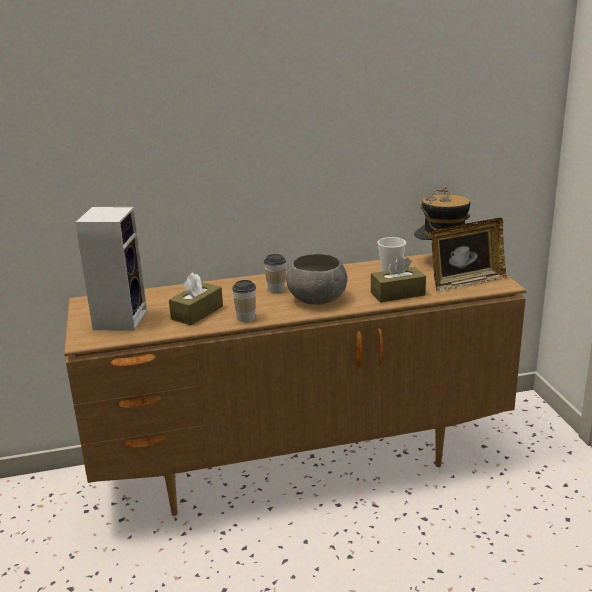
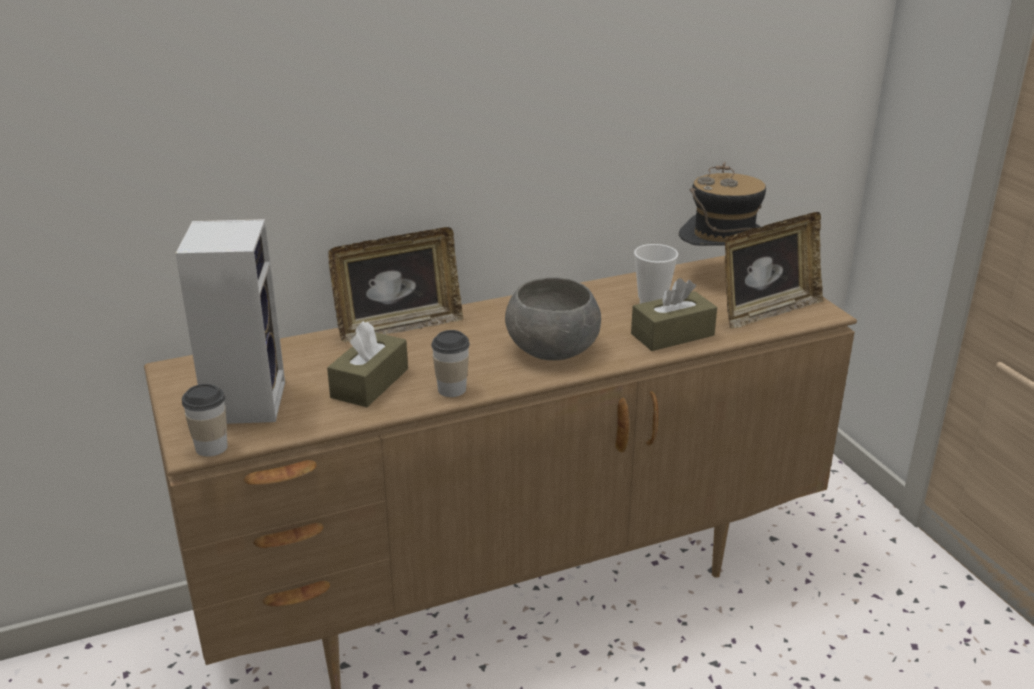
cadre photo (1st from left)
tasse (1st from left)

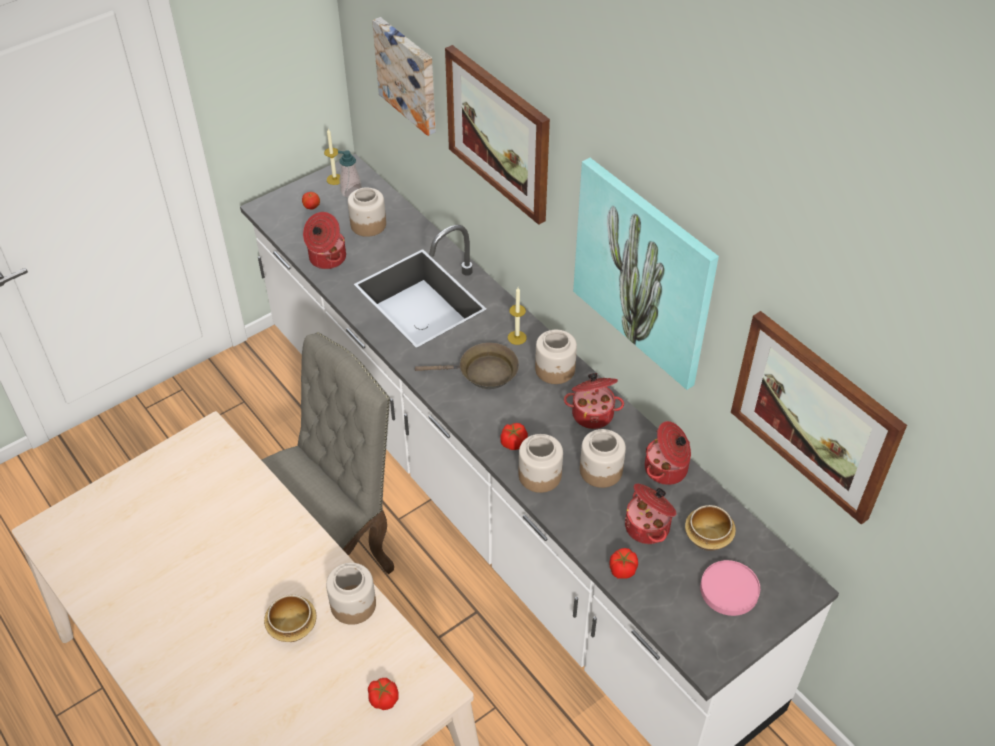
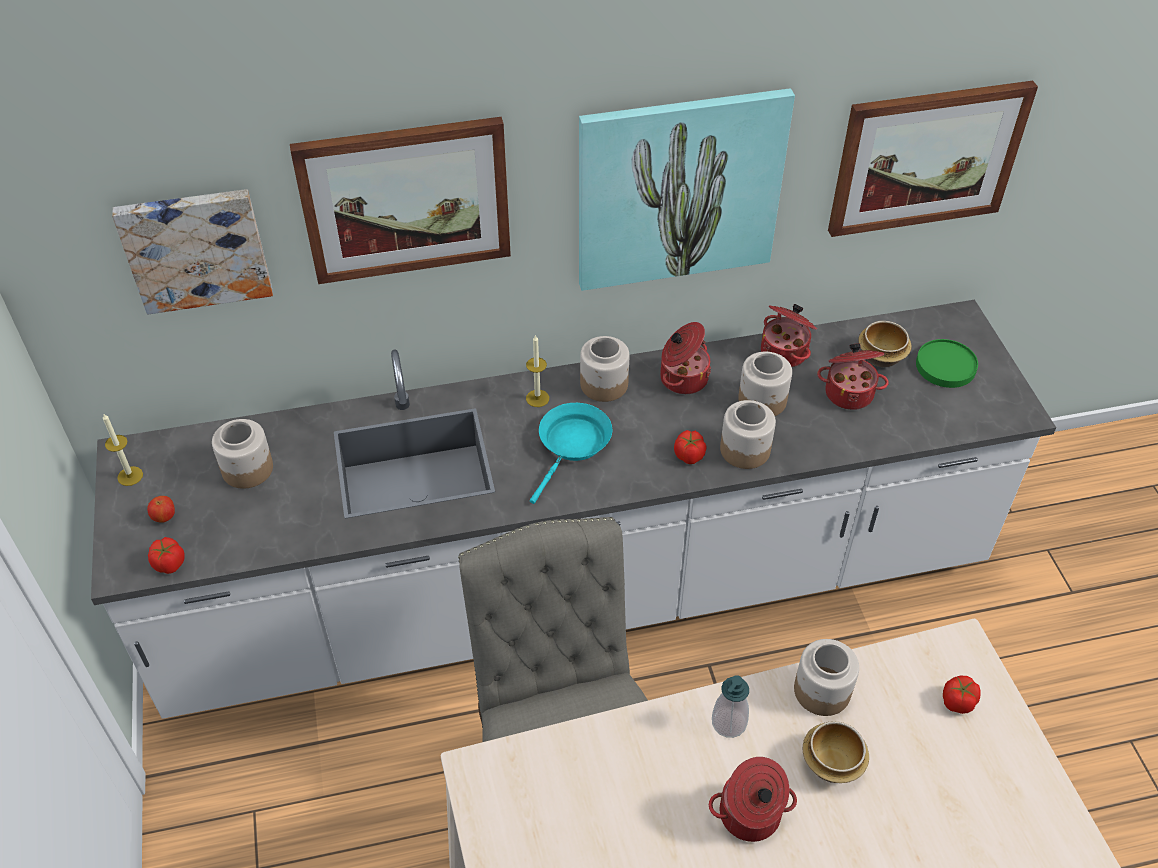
marmite (2nd from left)
distributeur de savon
tomate (1st from left)
poêle [turquoise]
assiette [vert]

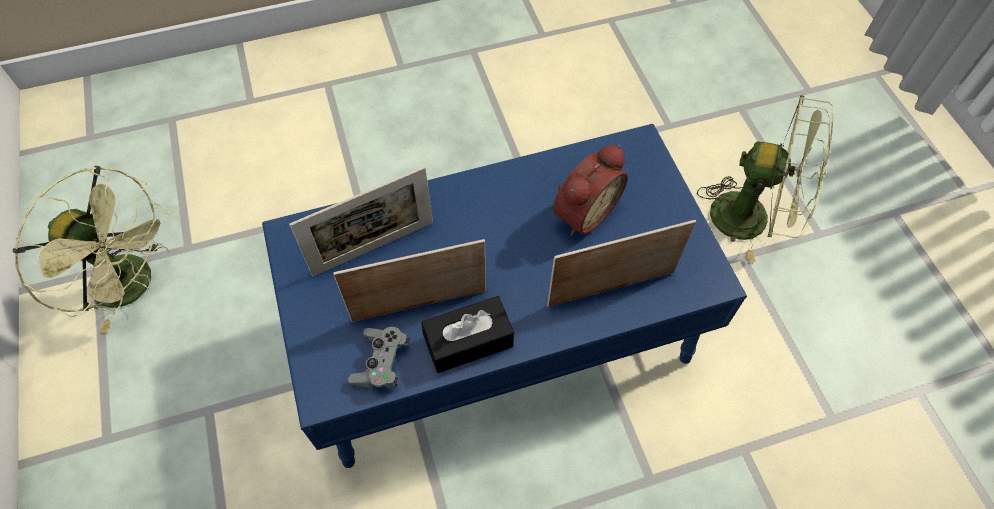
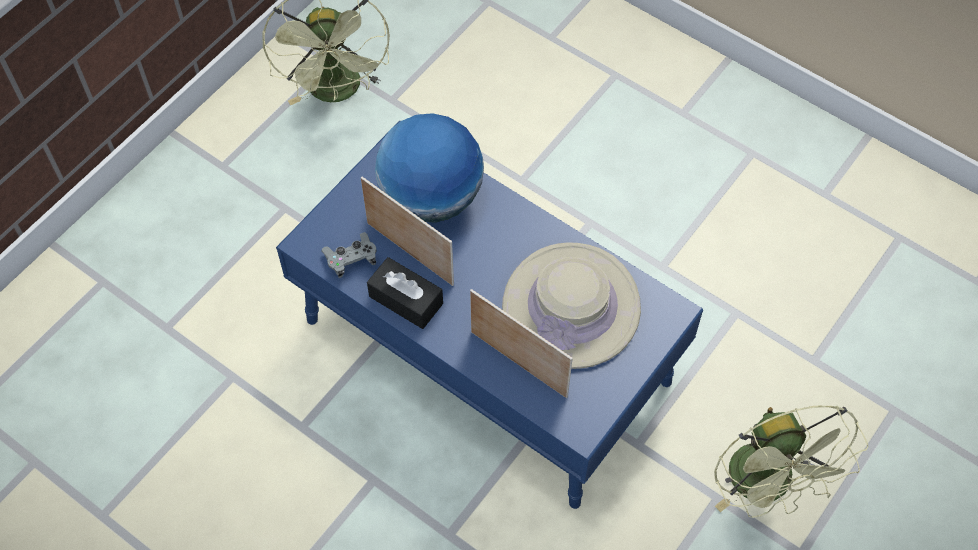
globe
chapeau [beige]

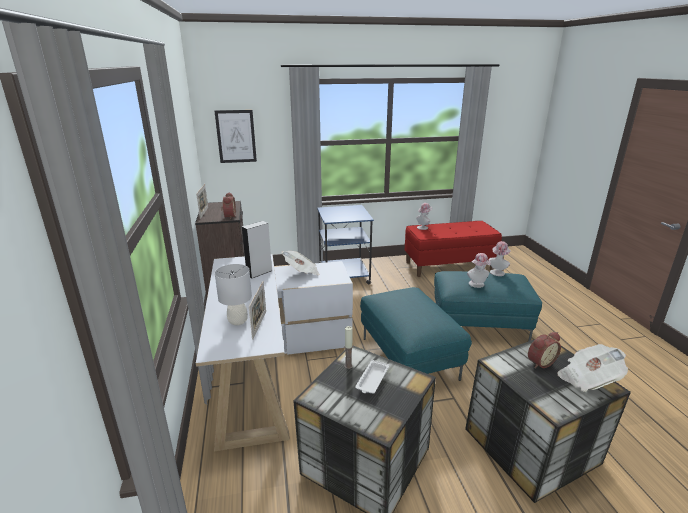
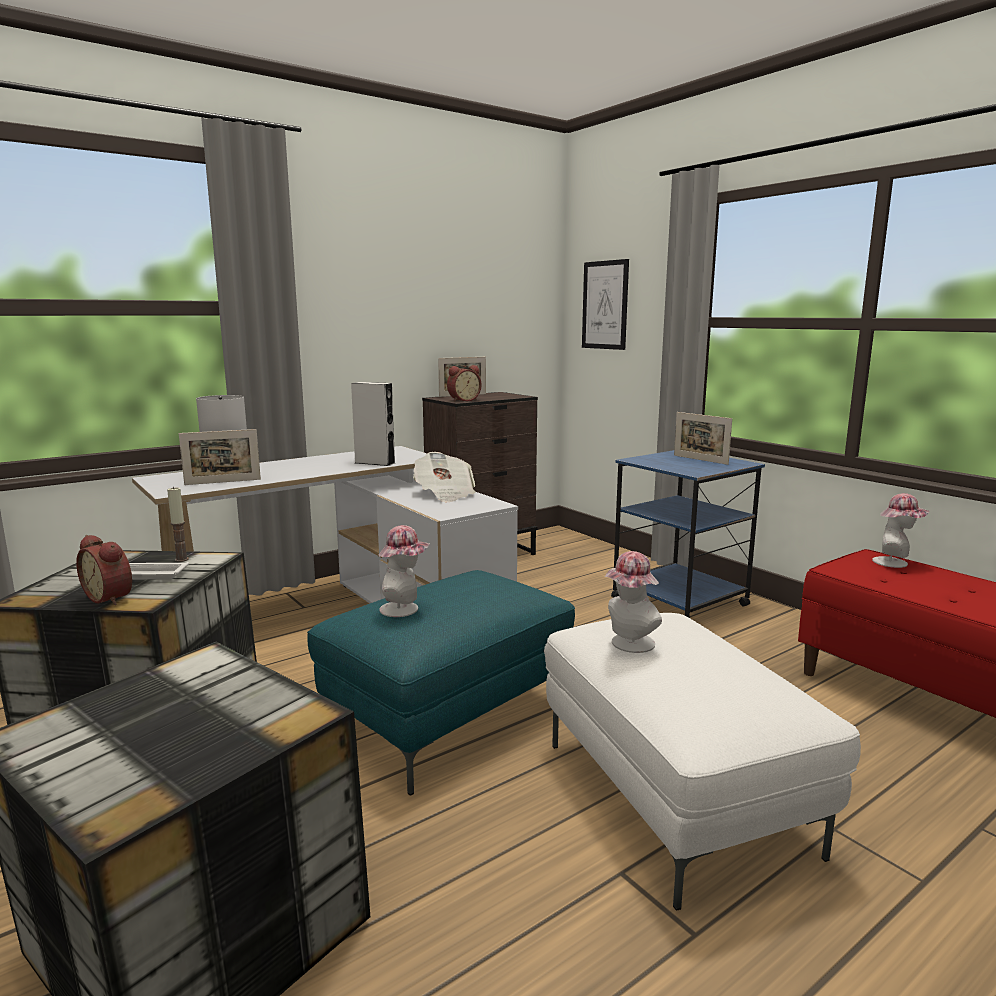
journal (2nd from left in the first image)
cadre photo (3rd from left)
chapeau (1st from left)
réveil (1st from left)
pouf [blanc]

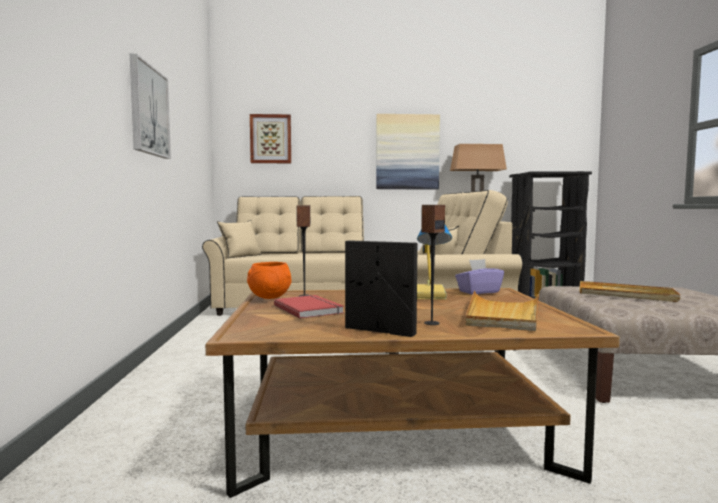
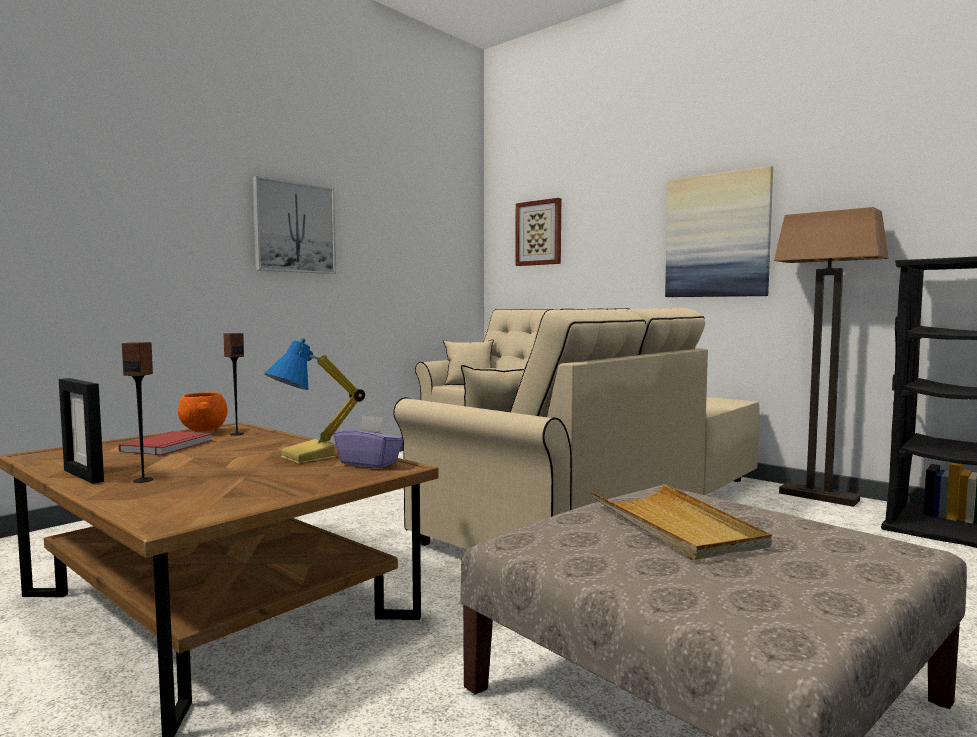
plateau [beige] (1st from left in the first image)
cadre photo

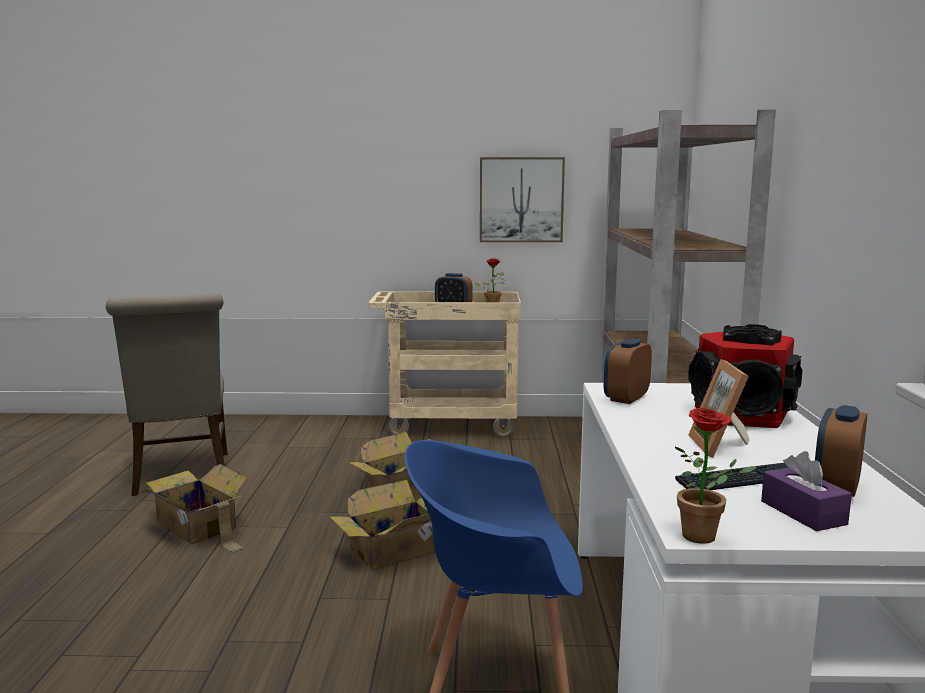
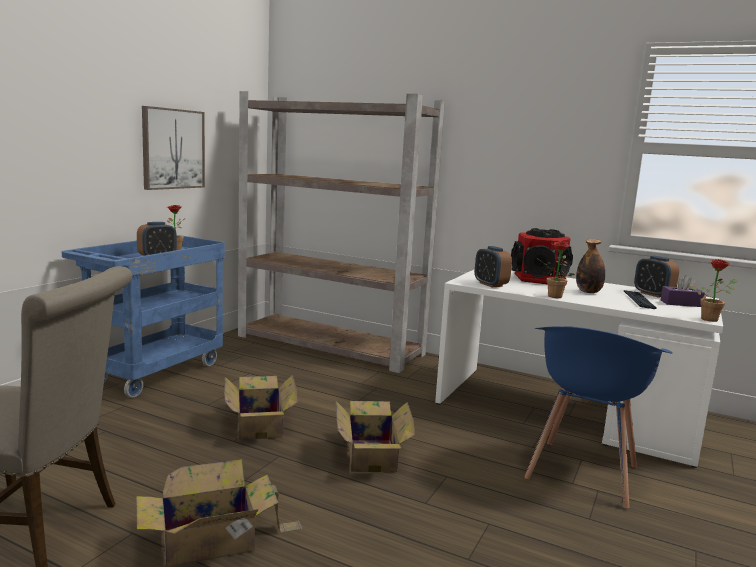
plante en pot (2nd from left)
bouteille
chariot [bleu]

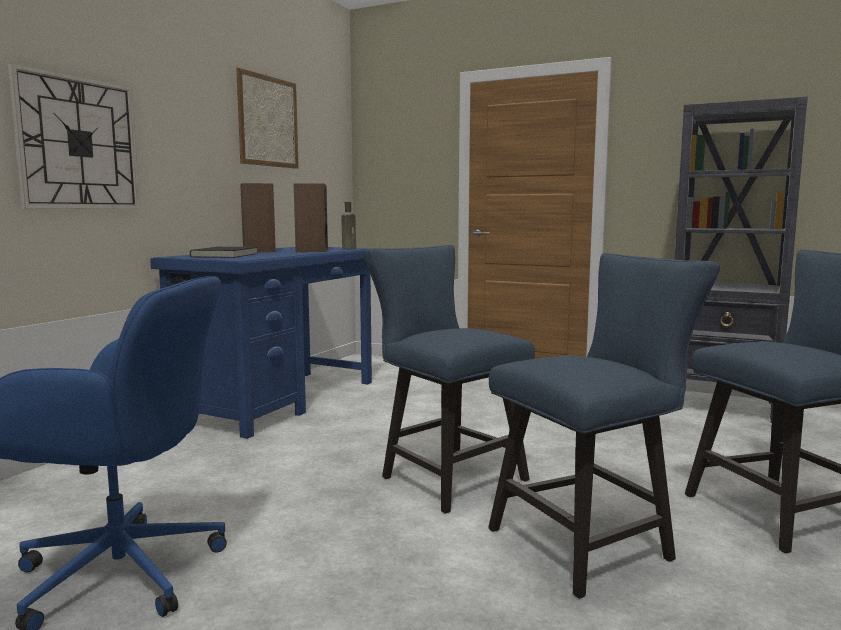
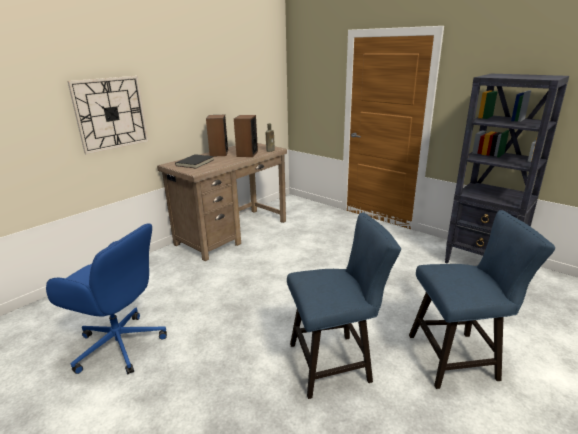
tableau
chaise [bleu] (1st from left in the first image)
bureau [marron]

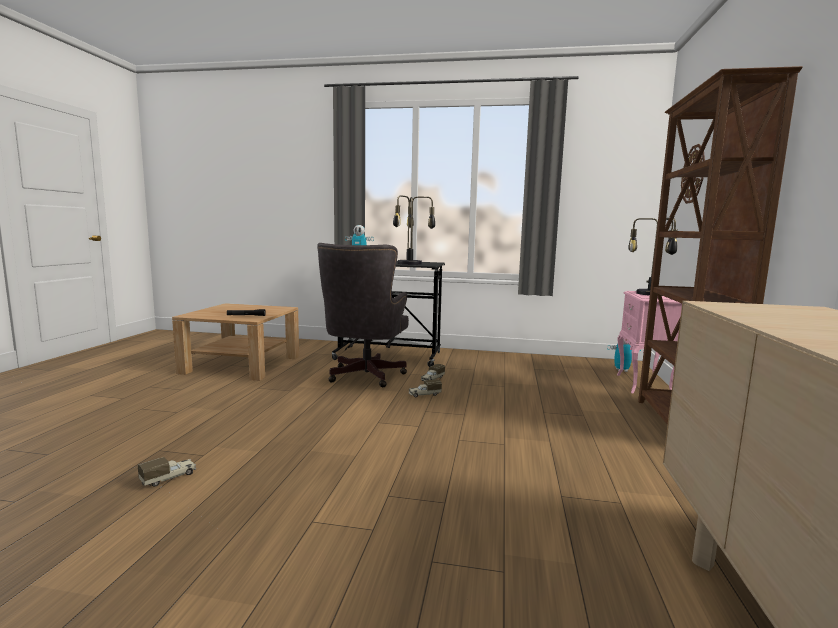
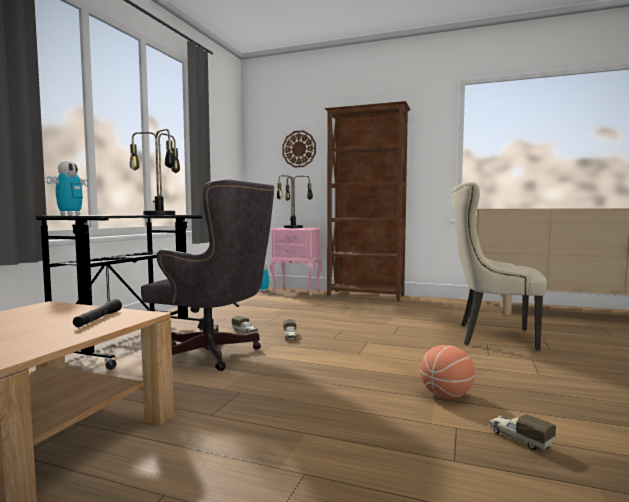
ballon de basket
chaise [beige]

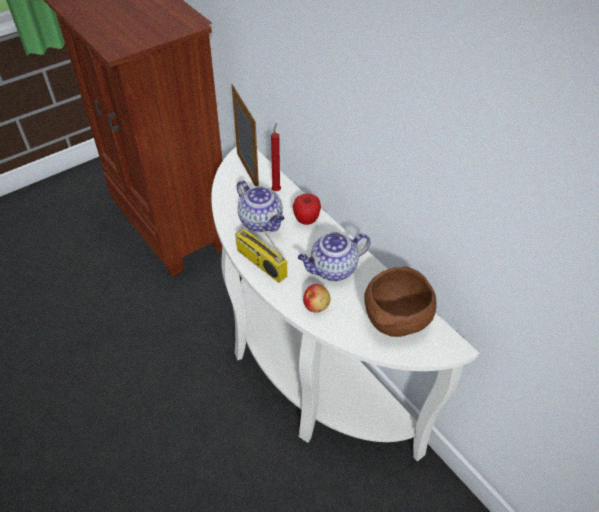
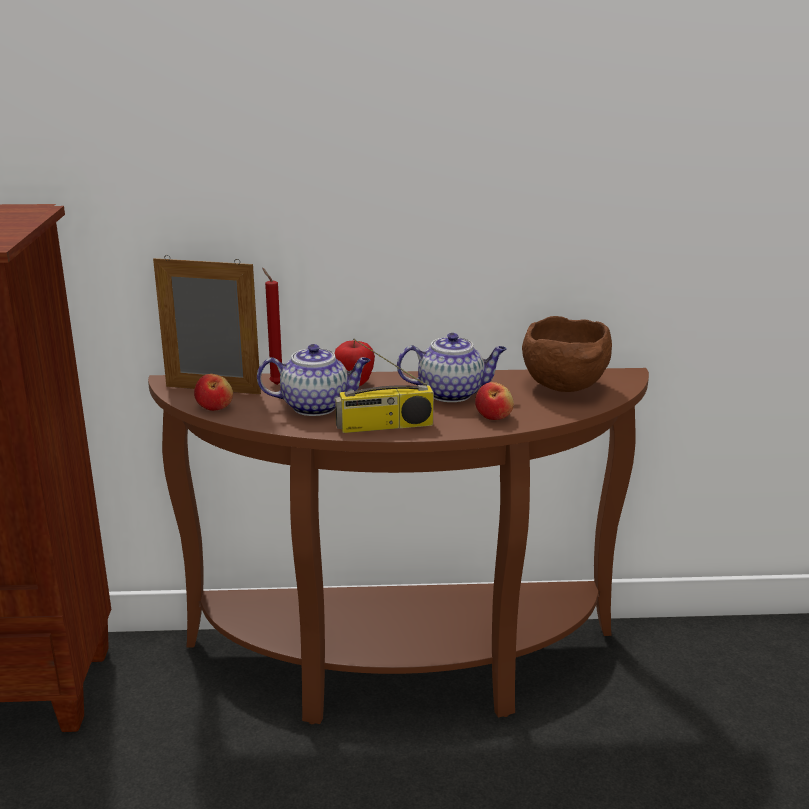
pomme (1st from left)
table console [marron]
théière (2nd from left)

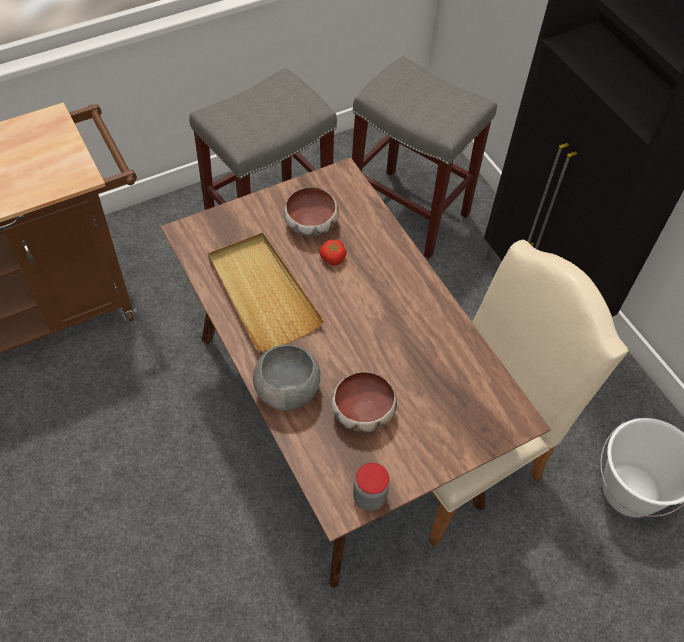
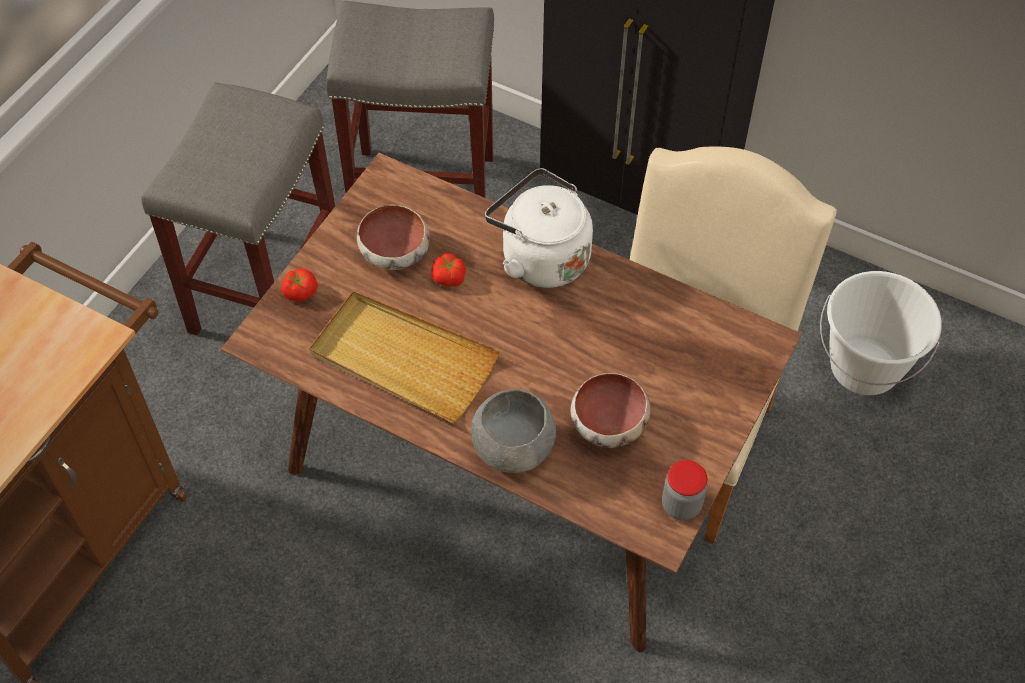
tomate (1st from left)
bouilloire [blanc]

